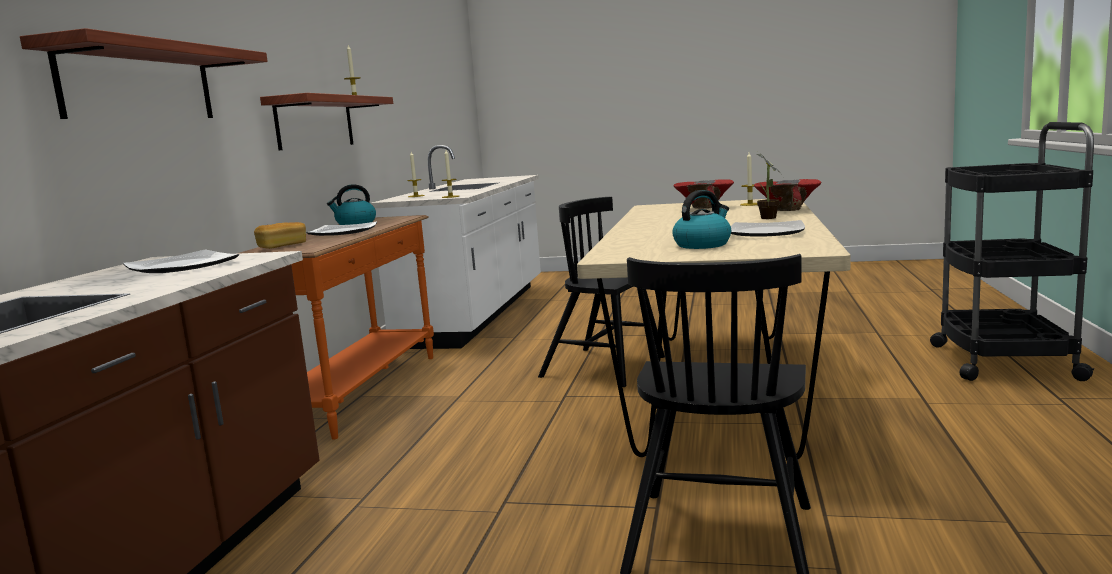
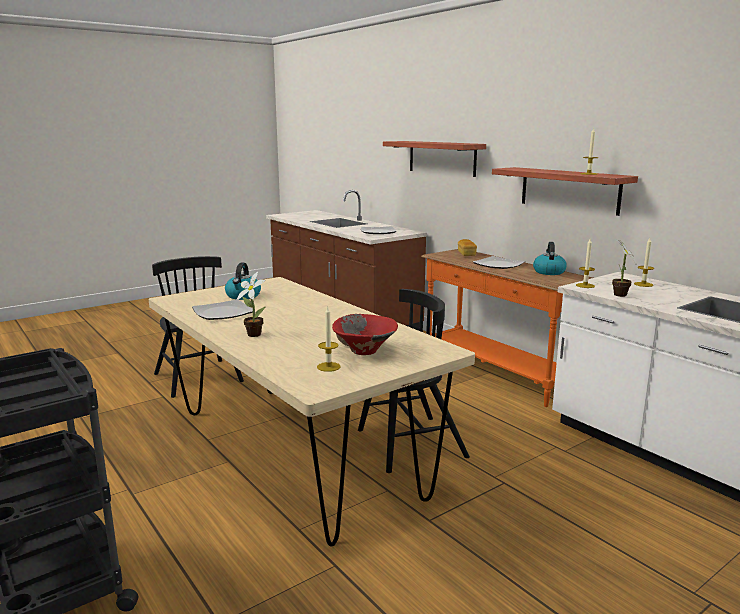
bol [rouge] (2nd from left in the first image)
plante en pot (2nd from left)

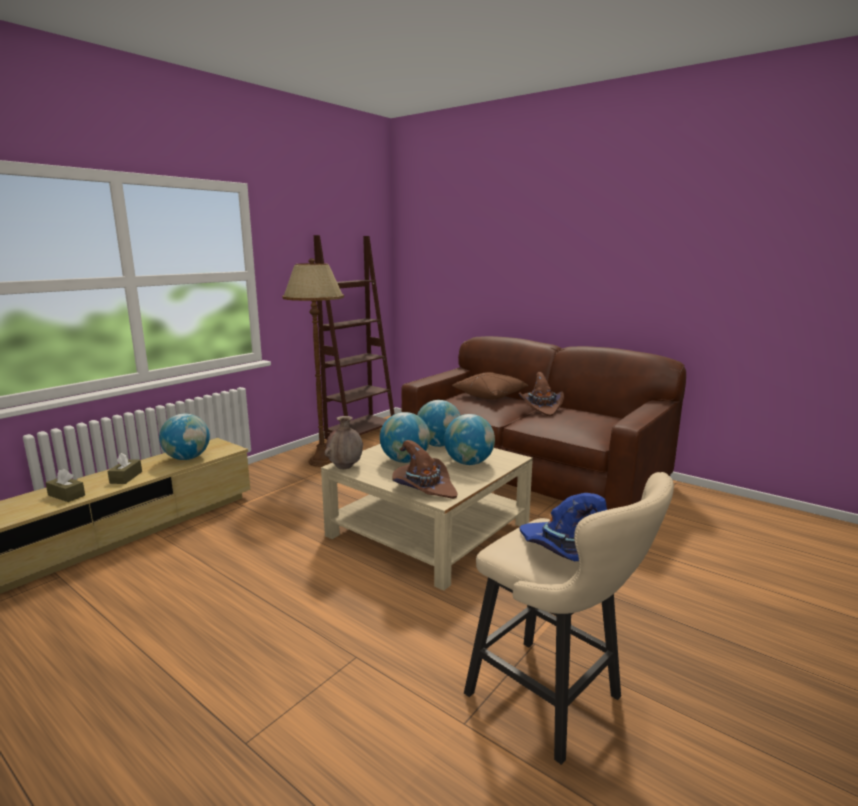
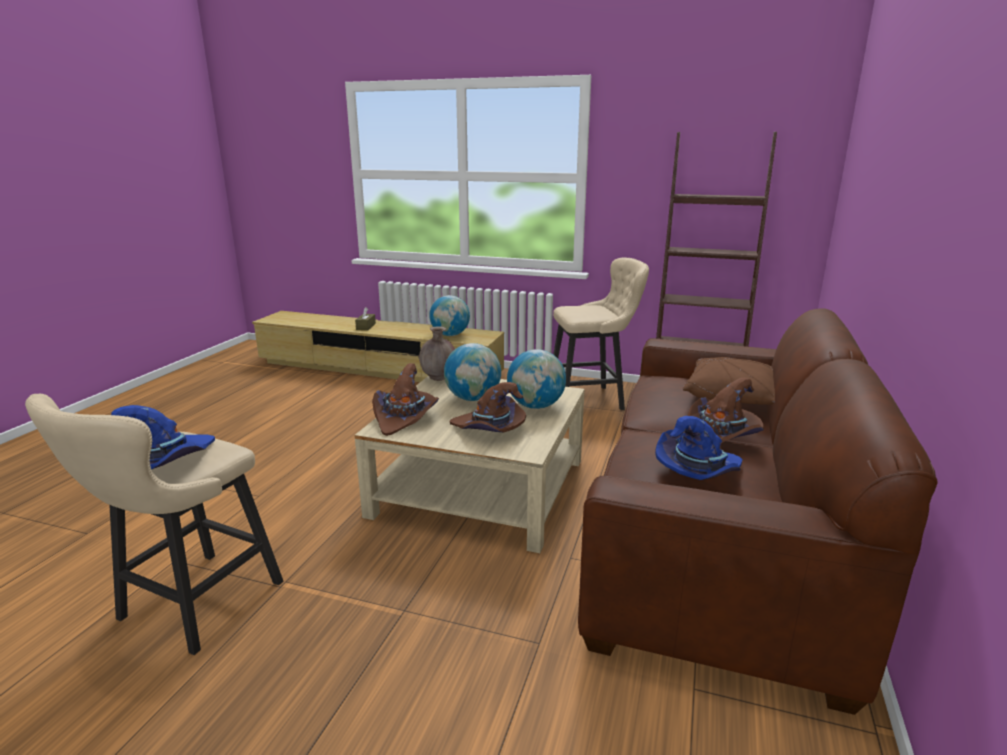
boîte à mouchoirs [marron] (2nd from left in the first image)
chapeau [bleu] (2nd from left)
tabouret [beige] (2nd from left)
chapeau [marron] (2nd from left)

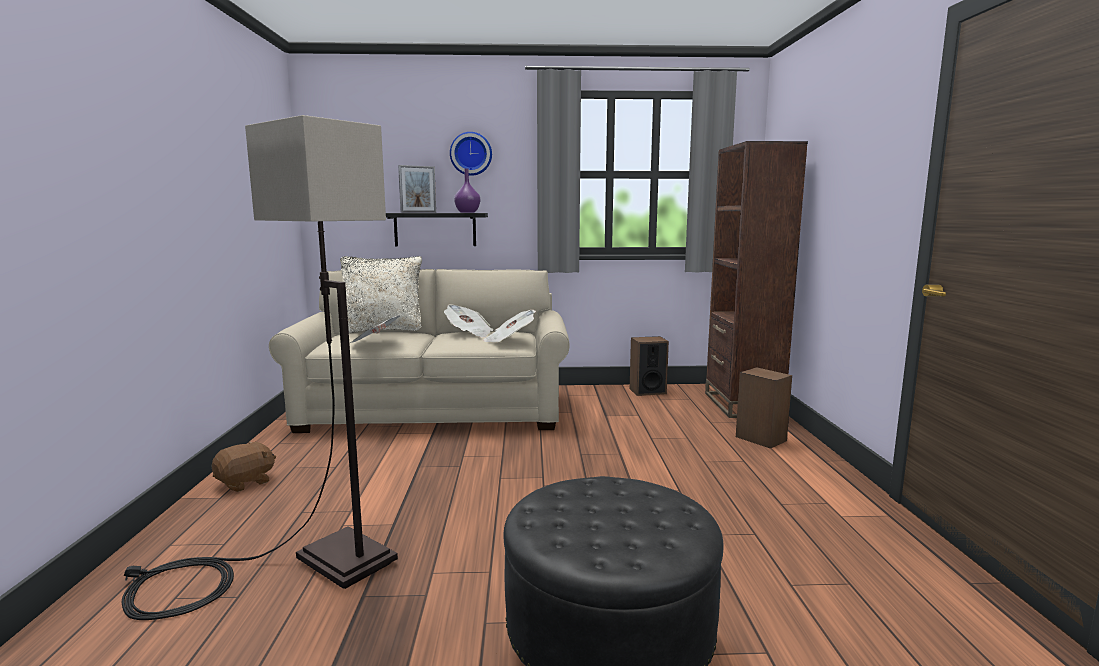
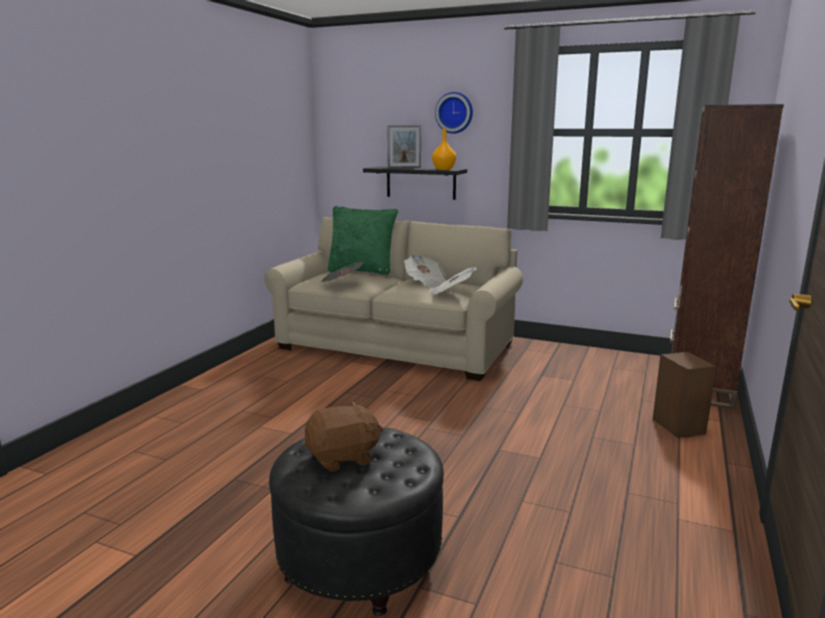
lampadaire
enceinte (1st from left in the first image)
peluche [marron]
coussin [vert]
vase [orange]

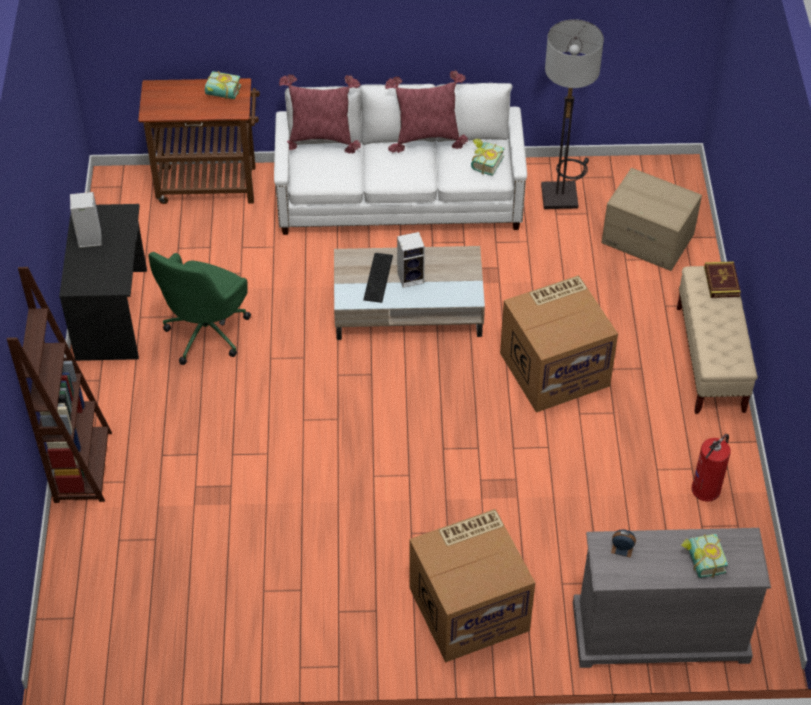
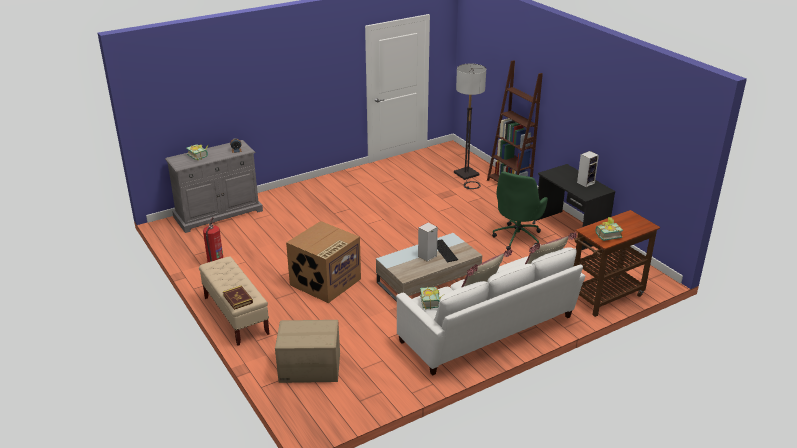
carton (1st from left in the first image)
lampadaire
chaise de bureau [vert]

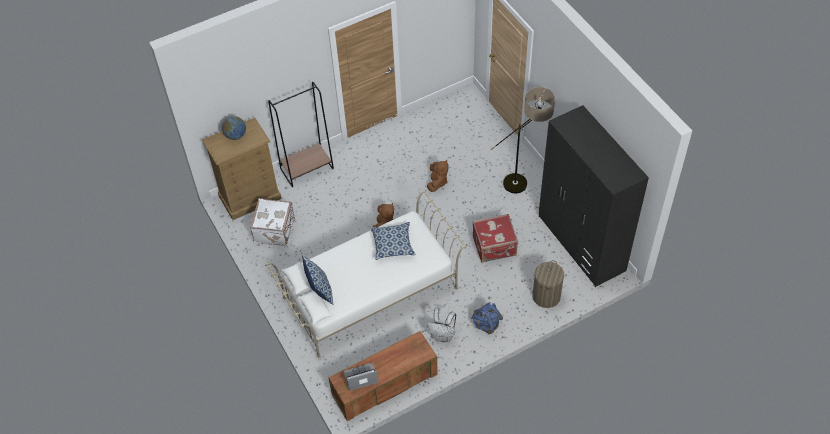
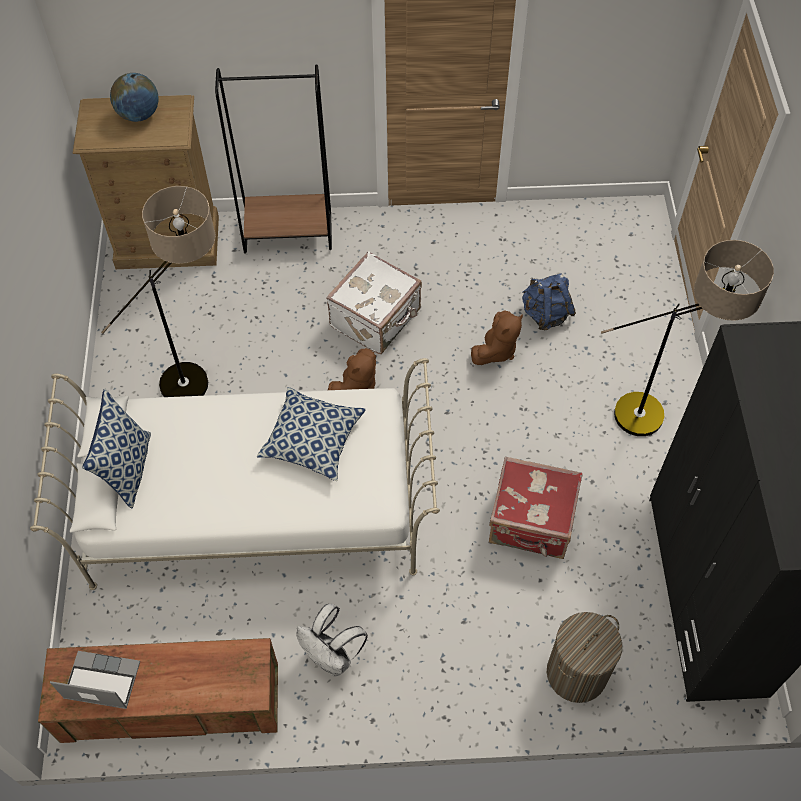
lampadaire (1st from left)
valise [blanc]
sac à dos [bleu]

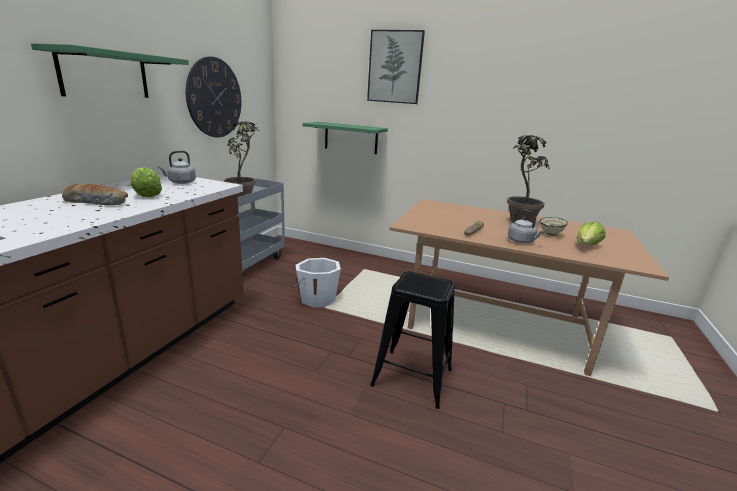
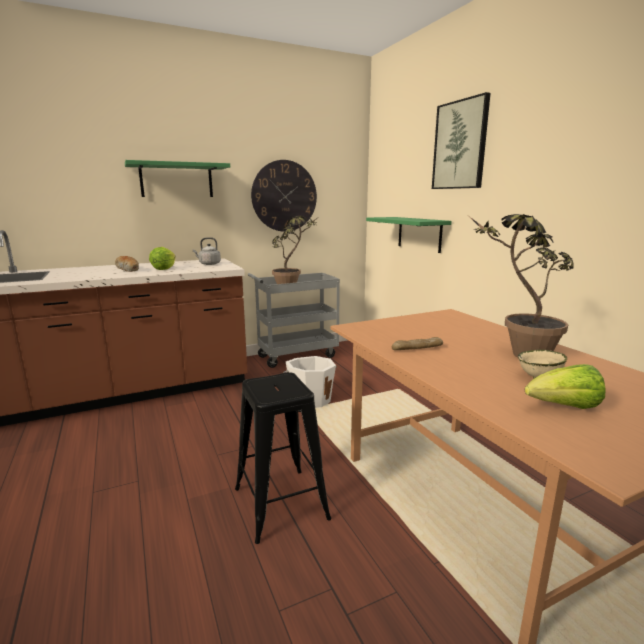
bouilloire [gris] (2nd from left in the first image)

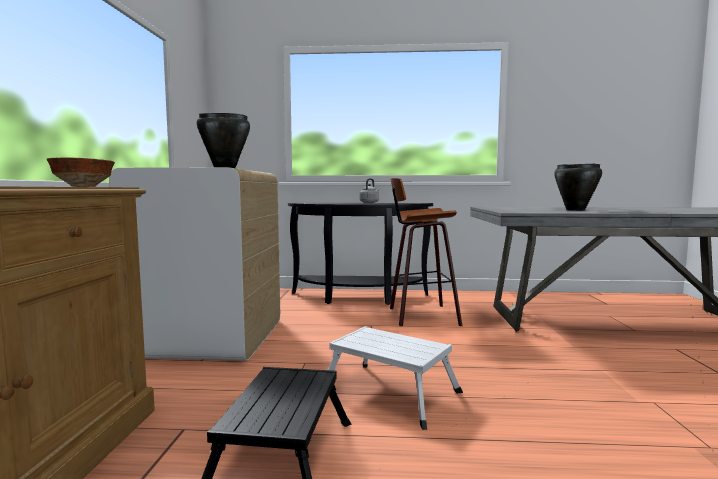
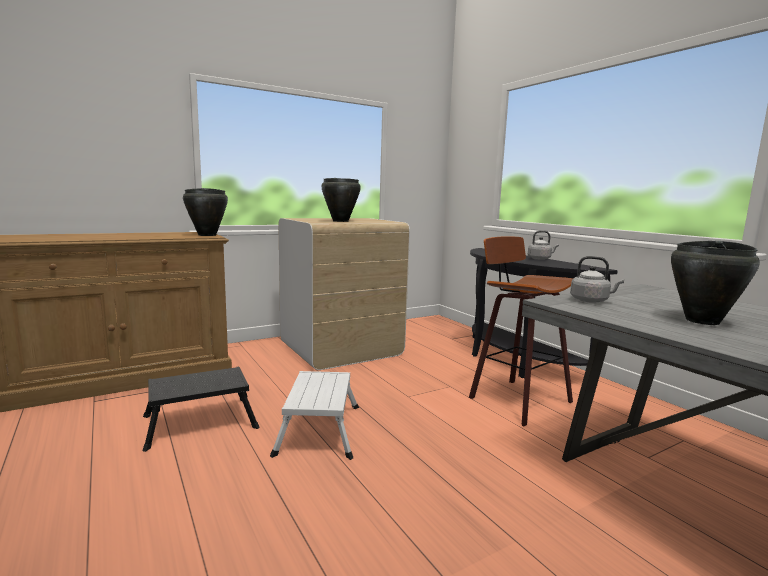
bouilloire [gris] (2nd from left)
marmite [noir] (1st from left)

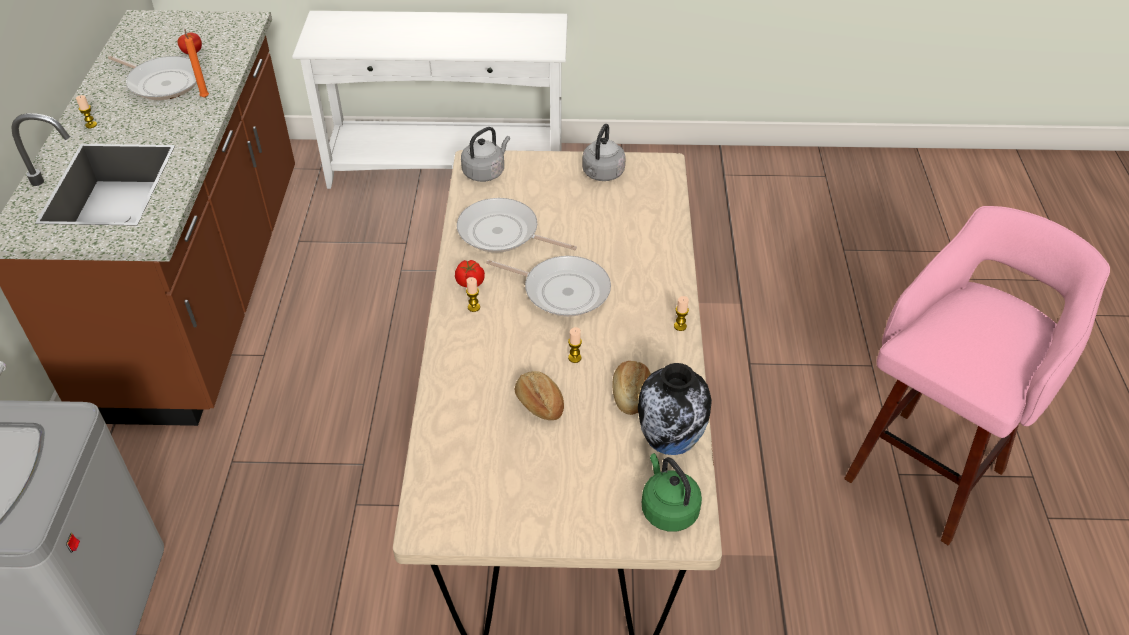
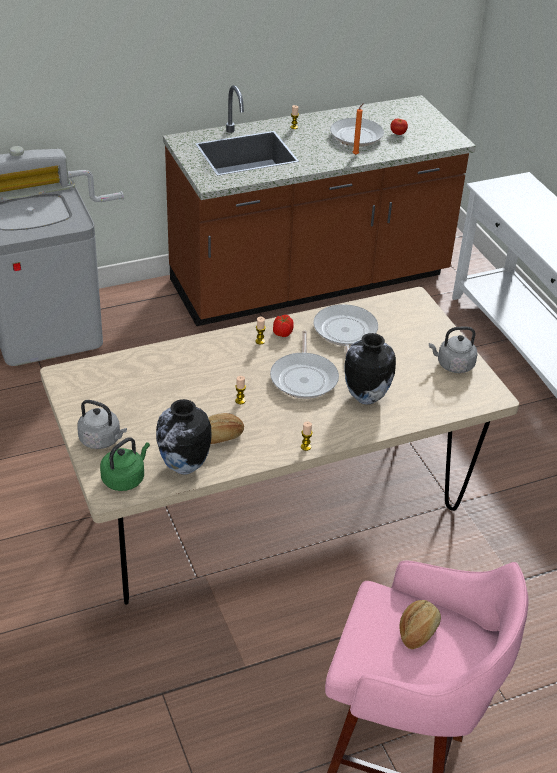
vase (2nd from left)
bouilloire [gris] (1st from left)
pain (2nd from left)

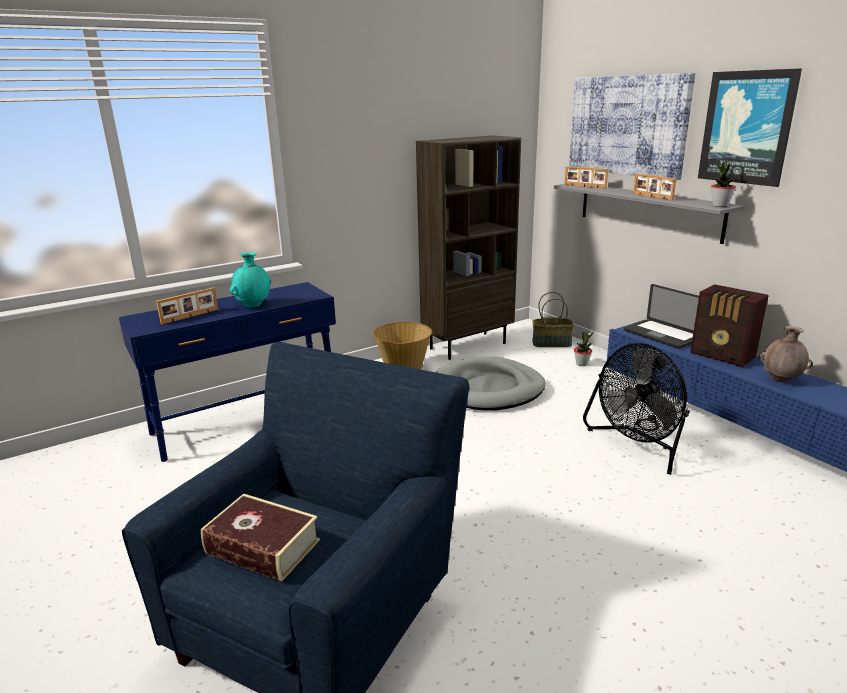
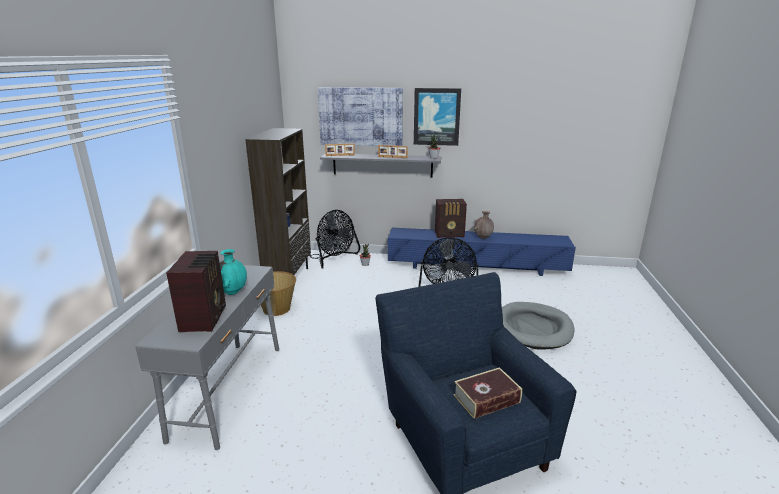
ordinateur portable
panier pour chien [gris]
radio (1st from left)
ventilateur [noir] (1st from left)
table console [gris]

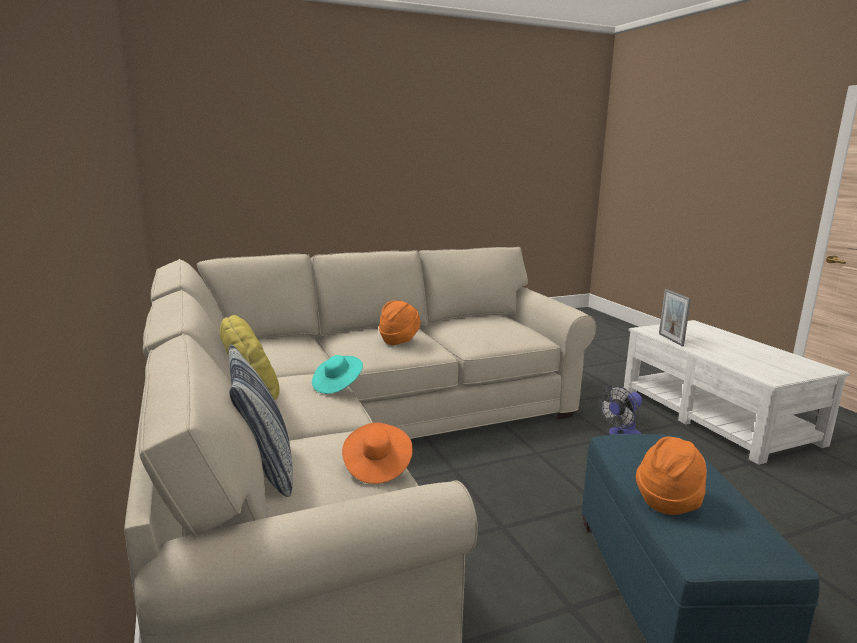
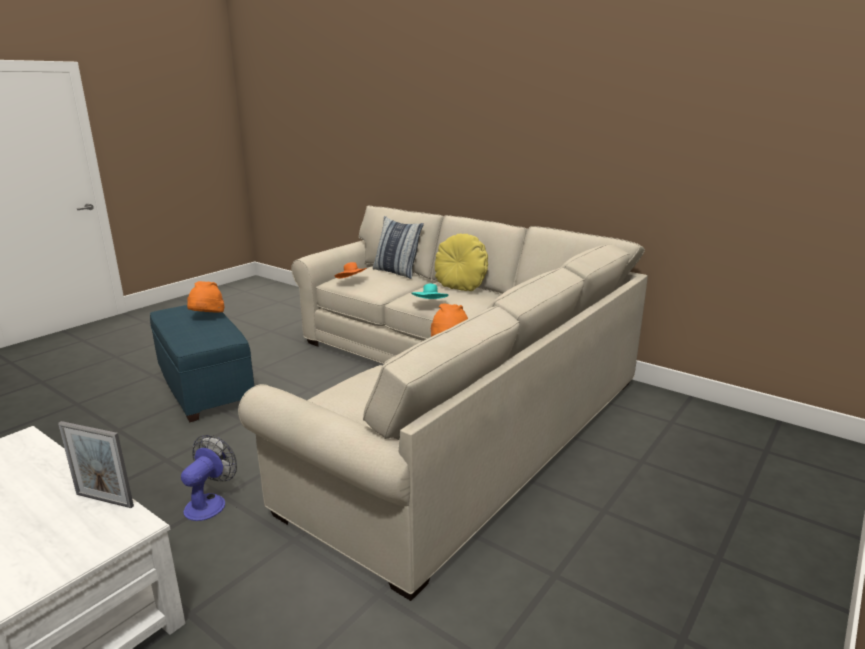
cadre photo

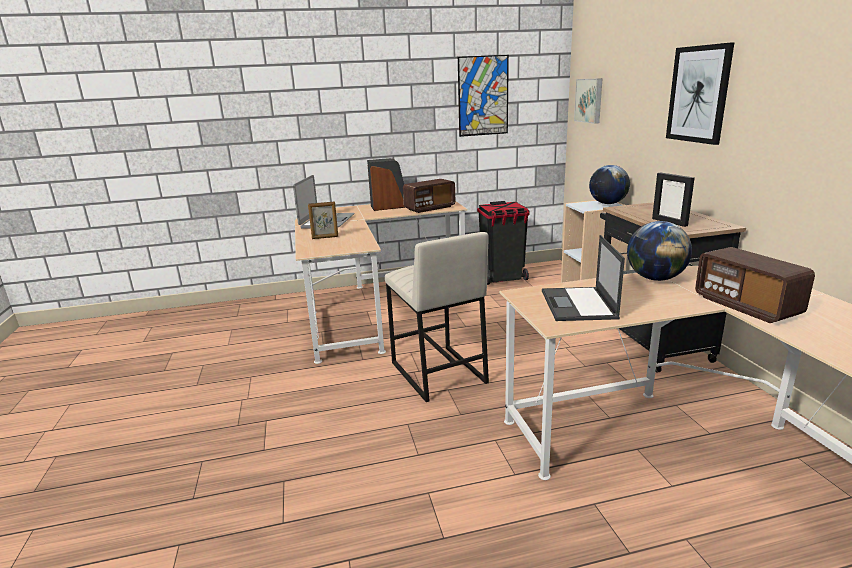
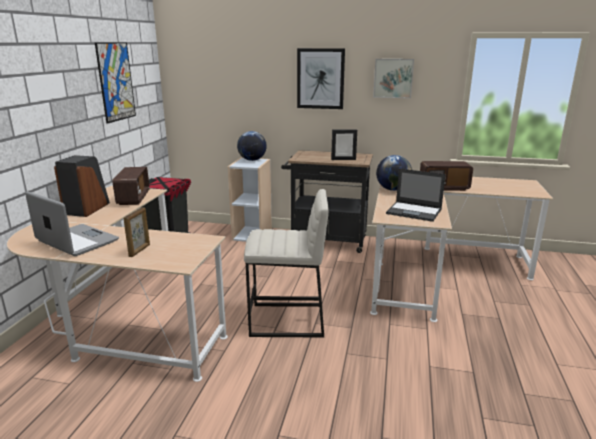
tableau (3rd from left)

